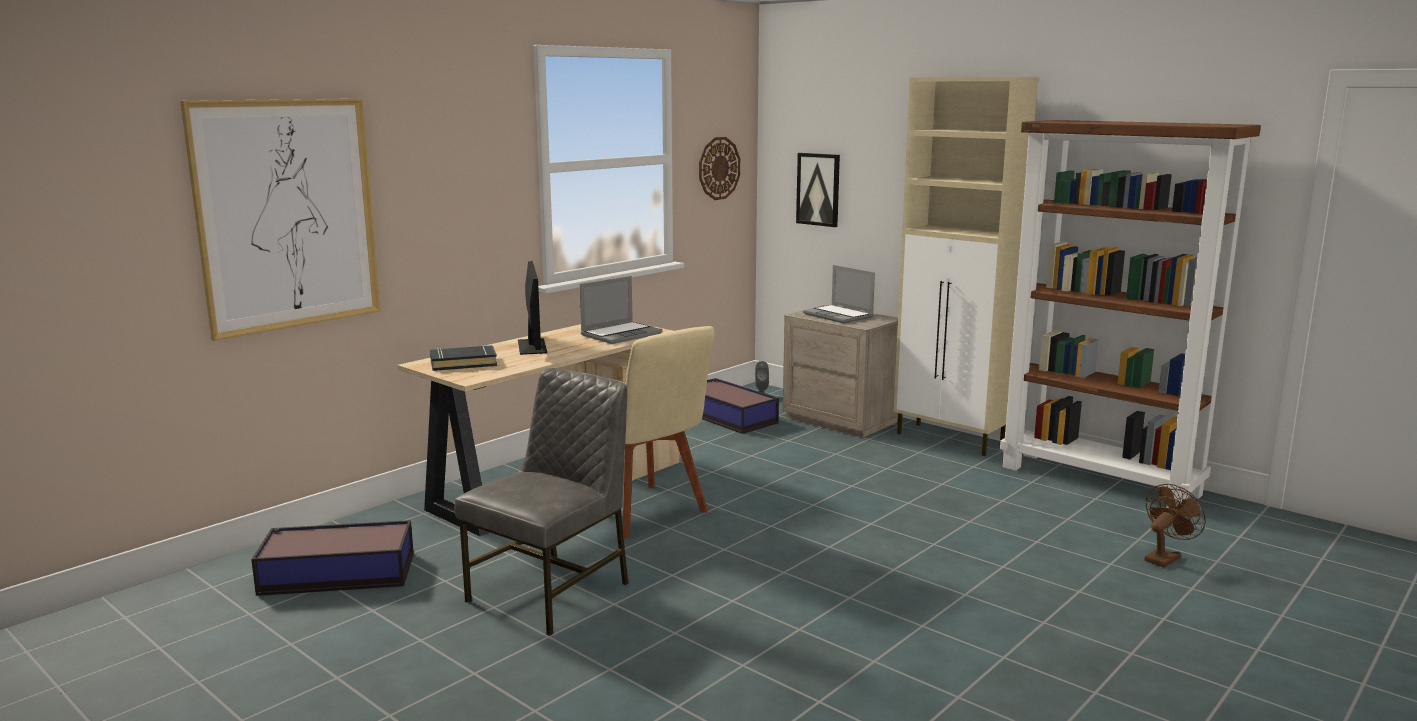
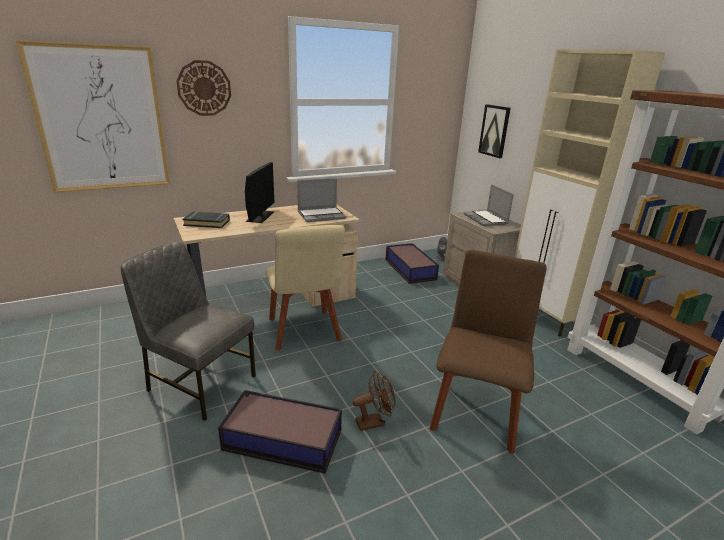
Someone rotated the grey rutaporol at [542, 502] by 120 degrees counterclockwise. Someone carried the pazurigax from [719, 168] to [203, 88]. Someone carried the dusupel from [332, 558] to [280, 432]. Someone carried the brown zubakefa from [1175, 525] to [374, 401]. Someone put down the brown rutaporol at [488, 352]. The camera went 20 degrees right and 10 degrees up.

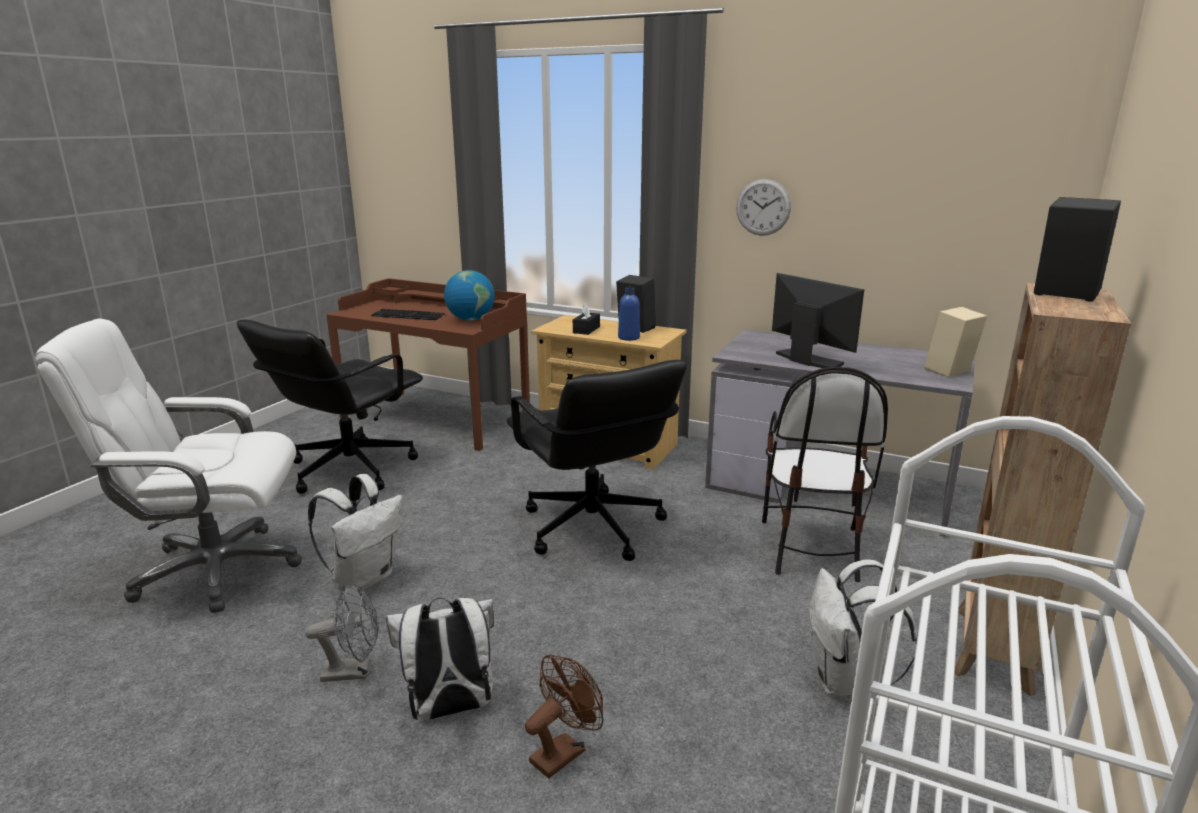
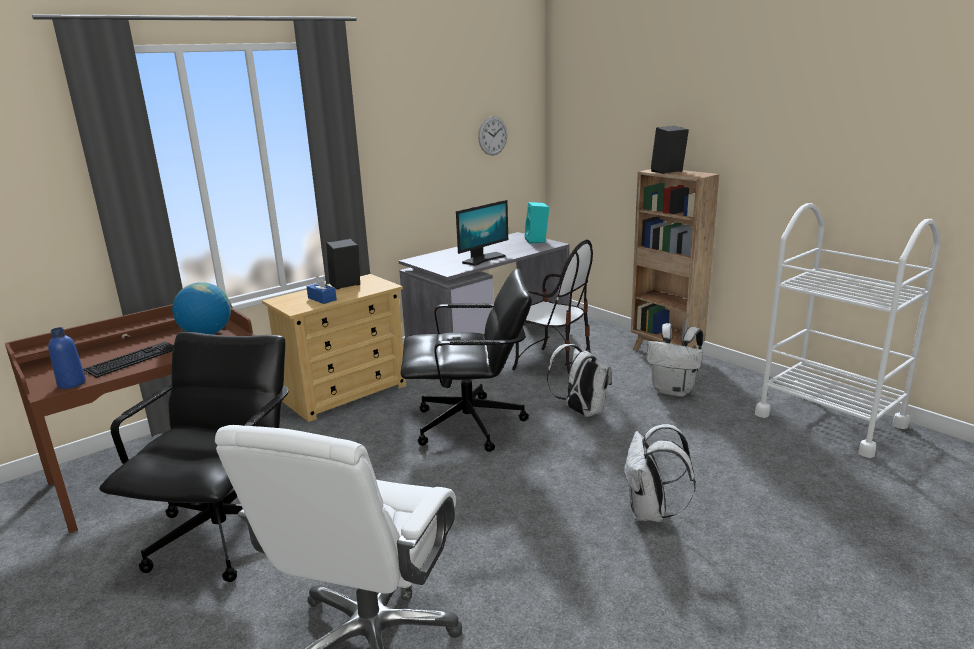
Someone carried the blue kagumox from [629, 314] to [67, 358]. Someone rotated the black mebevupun at [330, 406] by 135 degrees counterclockwise. Someone repainted the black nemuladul at [586, 319], which became the blue nemuladul at [321, 290]. Someone rotated the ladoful at [818, 320] by 150 degrees clockwise. Someone carried the pazurigax from [763, 207] to [492, 135]. Someone repainted the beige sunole at [955, 342], which became the turquoise sunole at [536, 223]. Someone carried the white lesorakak from [355, 533] to [579, 380]. Someone took away the grey zubakefa at [342, 633]. Someone took away the brown zubakefa at [564, 716]. The camera went 65 degrees left and 0 degrees up.

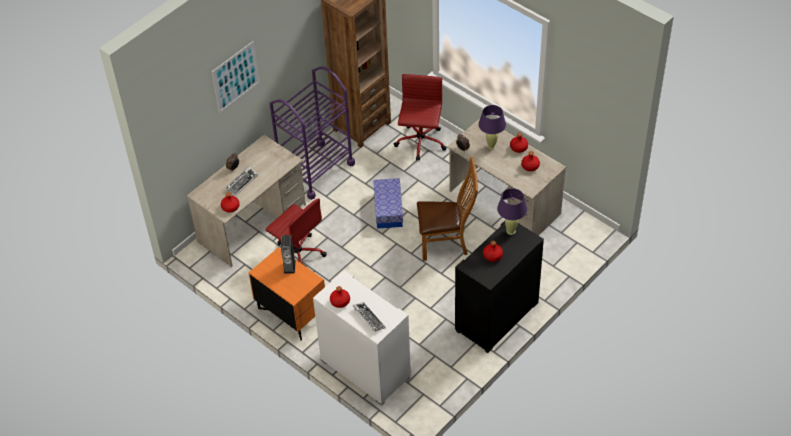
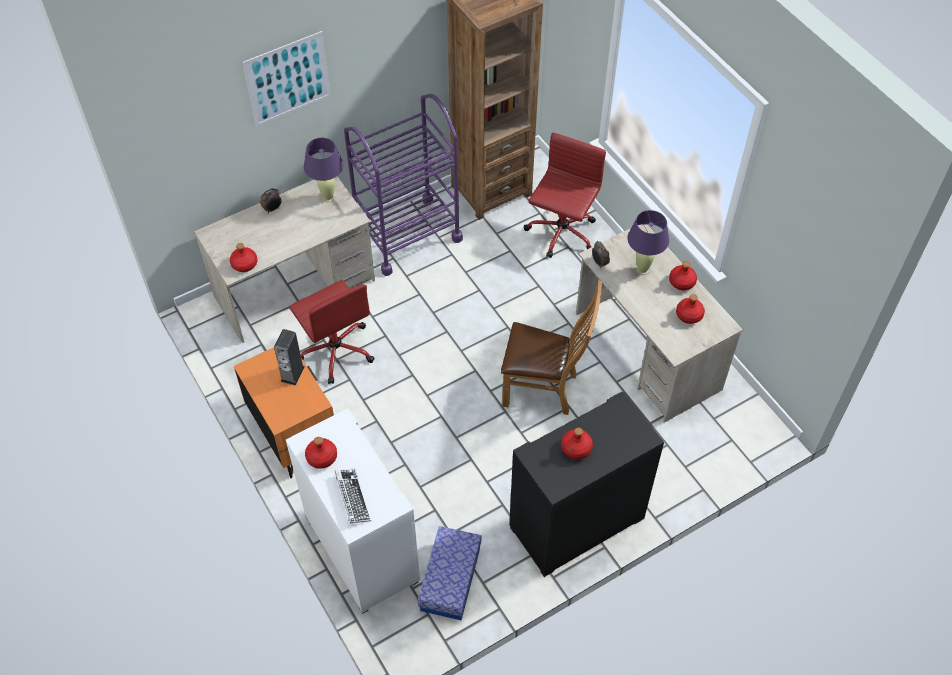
Someone carried the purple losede from [512, 211] to [324, 170]. Someone carried the dusupel from [388, 203] to [449, 573]. Someone took away the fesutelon at [242, 181]. The camera went 15 degrees right and 5 degrees up.

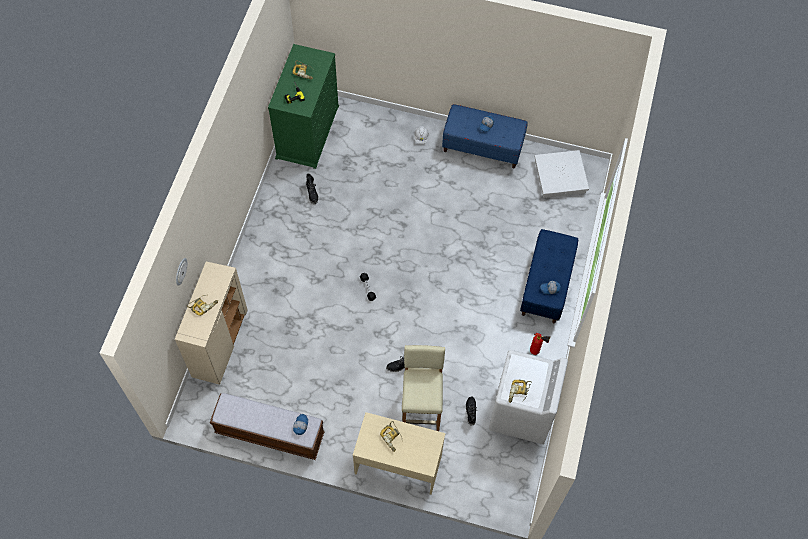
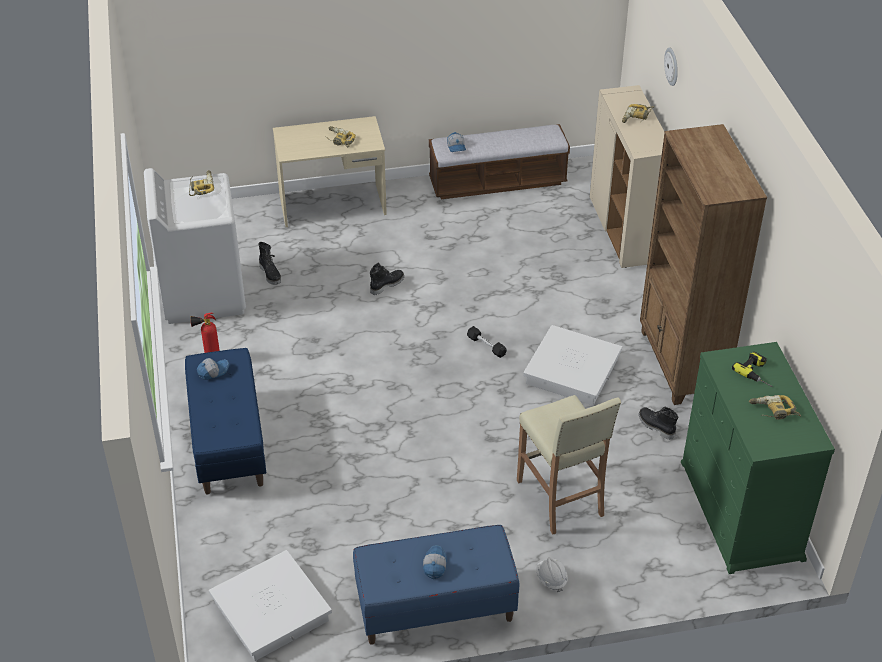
Someone carried the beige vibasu from [423, 388] to [569, 465]. Someone put down the white dusupel at [572, 365]. Someone put down the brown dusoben at [703, 264]. The camera went 155 degrees right and 20 degrees down.

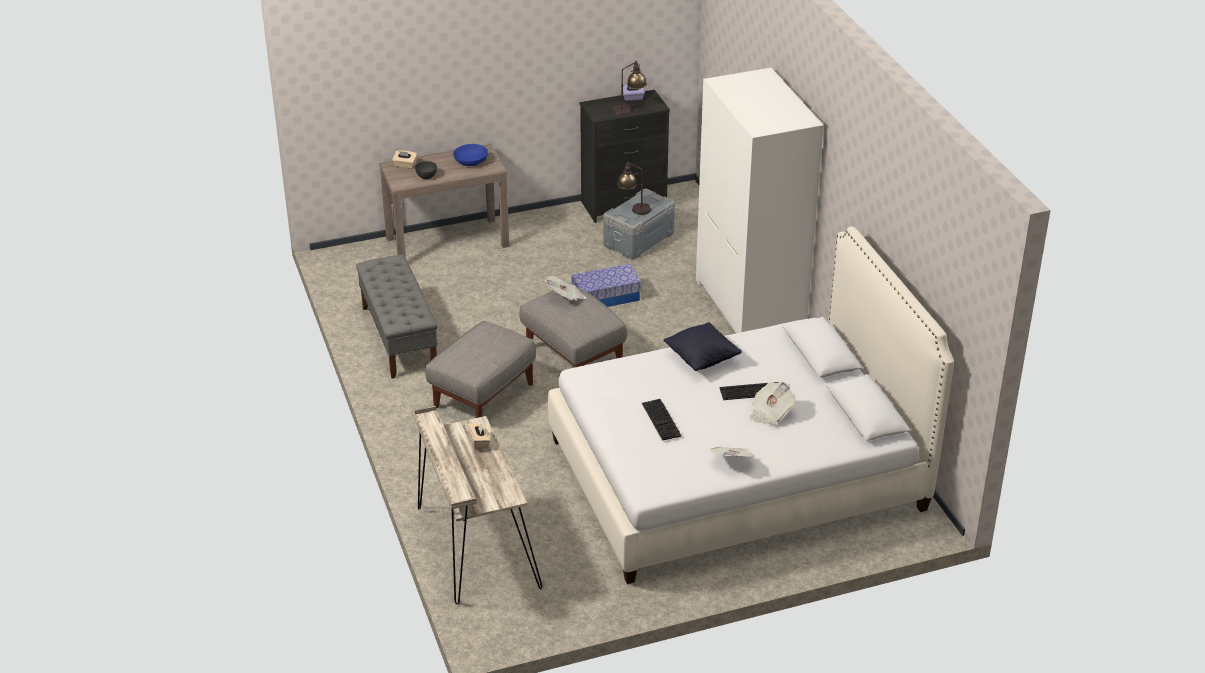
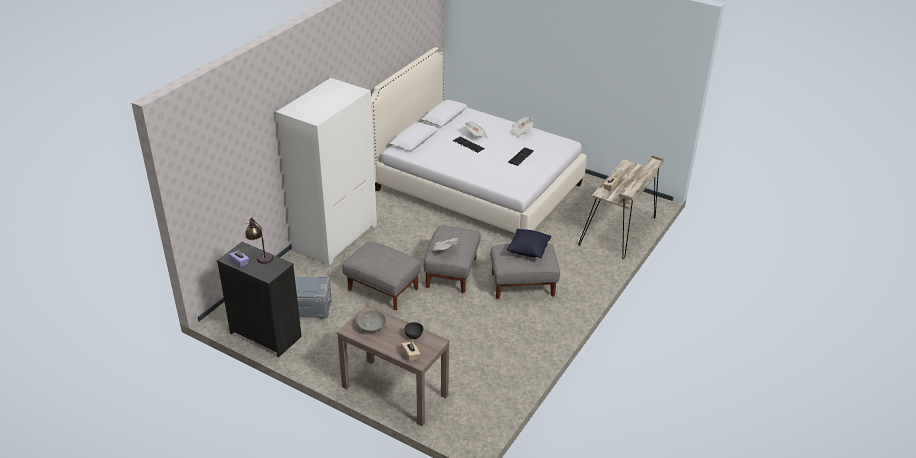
Someone swapped the dusupel at [607, 285] for the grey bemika at [381, 275]. Someone repainted the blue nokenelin at [470, 155], which became the grey nokenelin at [371, 321]. Someone carried the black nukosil from [702, 346] to [529, 243]. Someone took away the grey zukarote at [396, 317]. Someone took away the losede at [634, 188]. The camera went 130 degrees left and 0 degrees up.

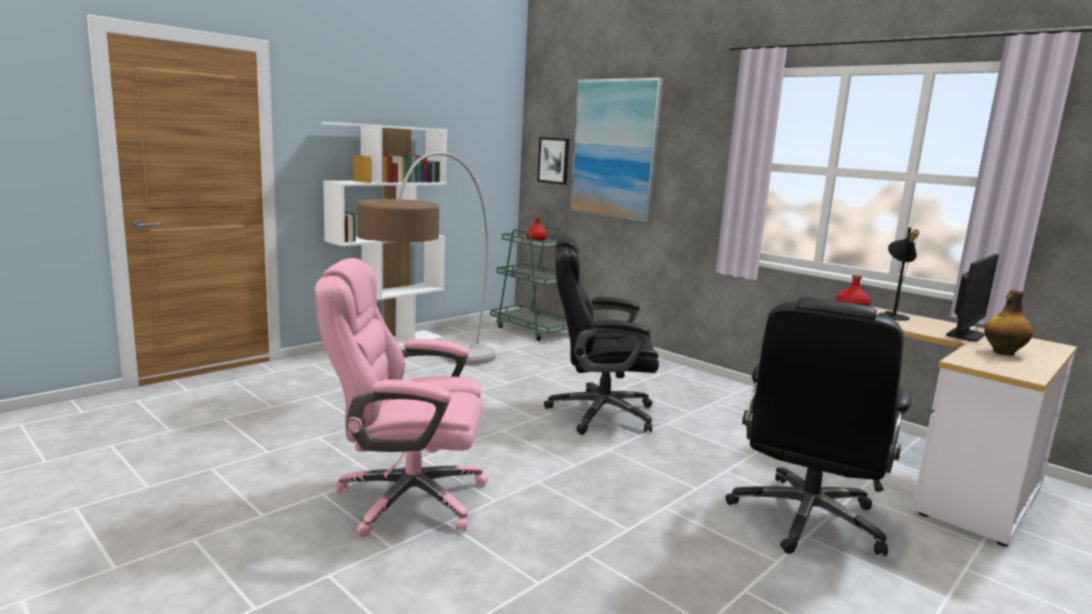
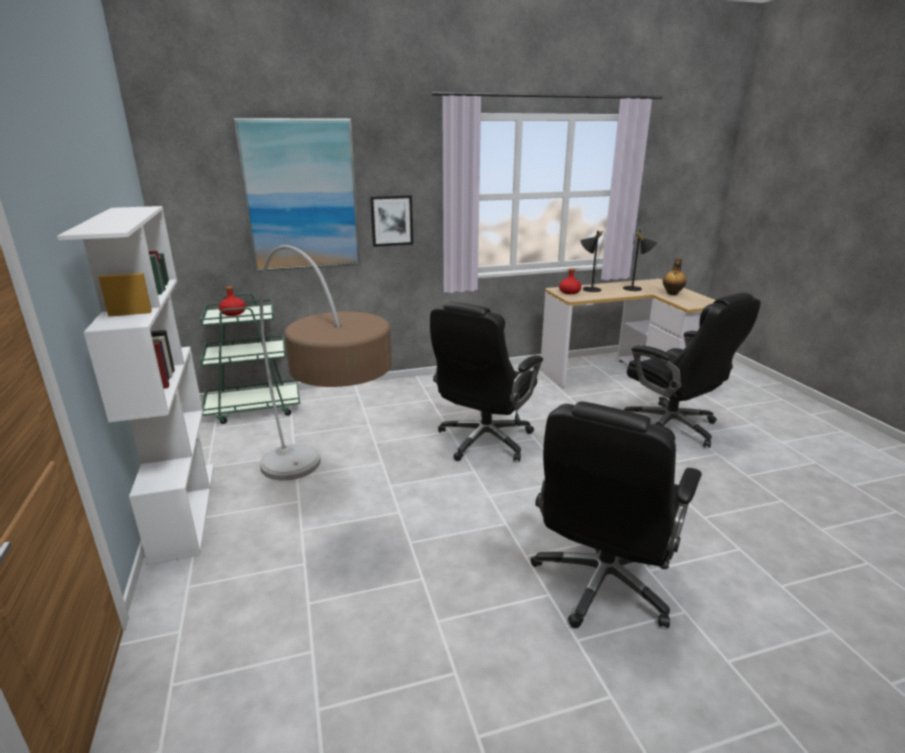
Someone carried the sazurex from [553, 161] to [391, 221]. Someone repainted the pink mebevupun at [402, 398], which became the black mebevupun at [616, 515]. Someone swapped the ladoful at [972, 298] for the black losede at [640, 260]. The camera went 60 degrees left and 10 degrees up.

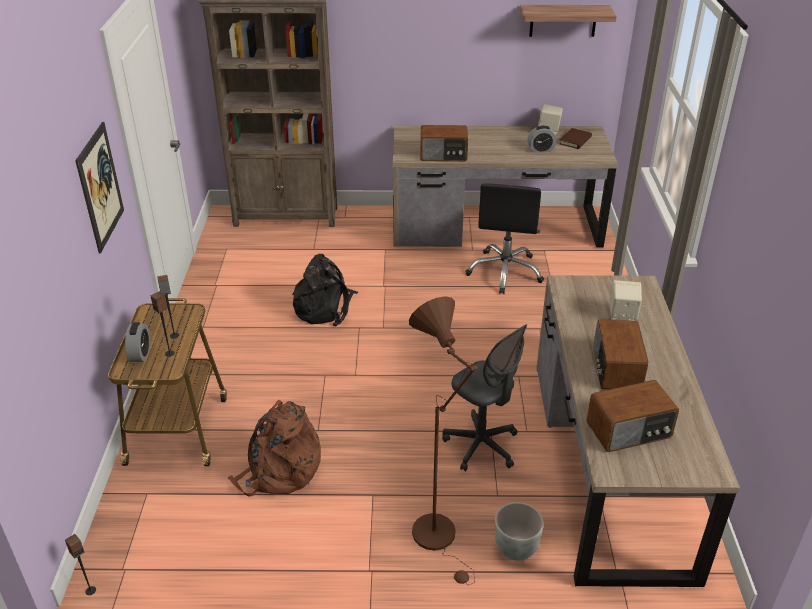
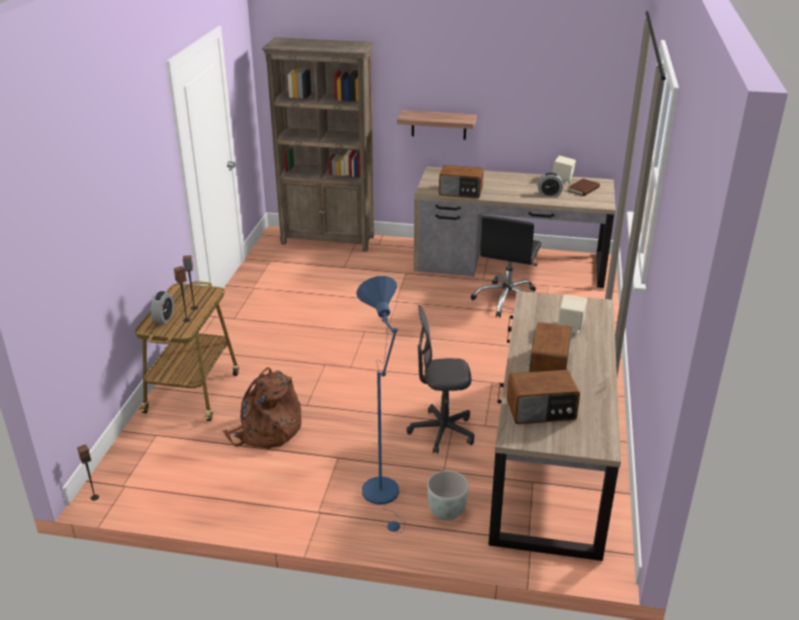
Someone repainted the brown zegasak at [443, 440], which became the blue zegasak at [381, 404]. Someone carried the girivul from [568, 21] to [437, 125]. Someone rotated the grey mebevupun at [484, 398] by 120 degrees clockwise. Someone took away the sazurex at [99, 187]. Someone took away the black lesorakak at [325, 290]. The camera went 10 degrees right and 5 degrees down.

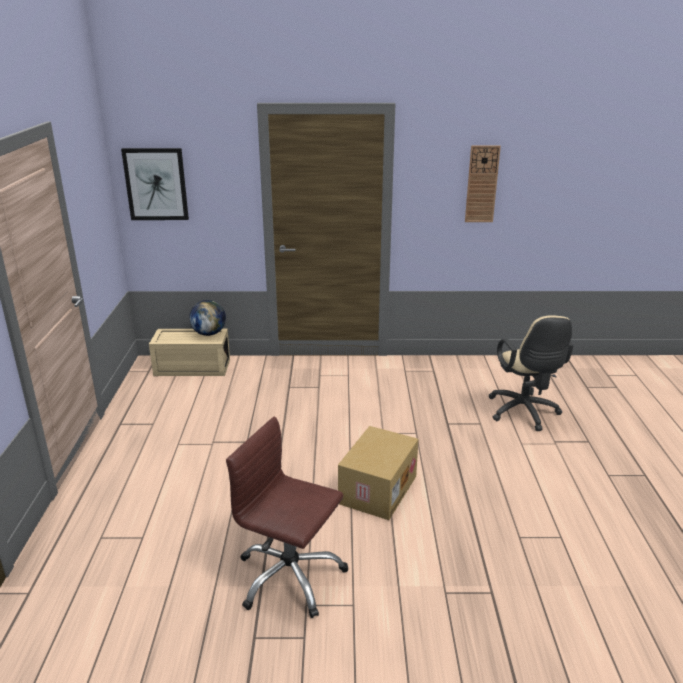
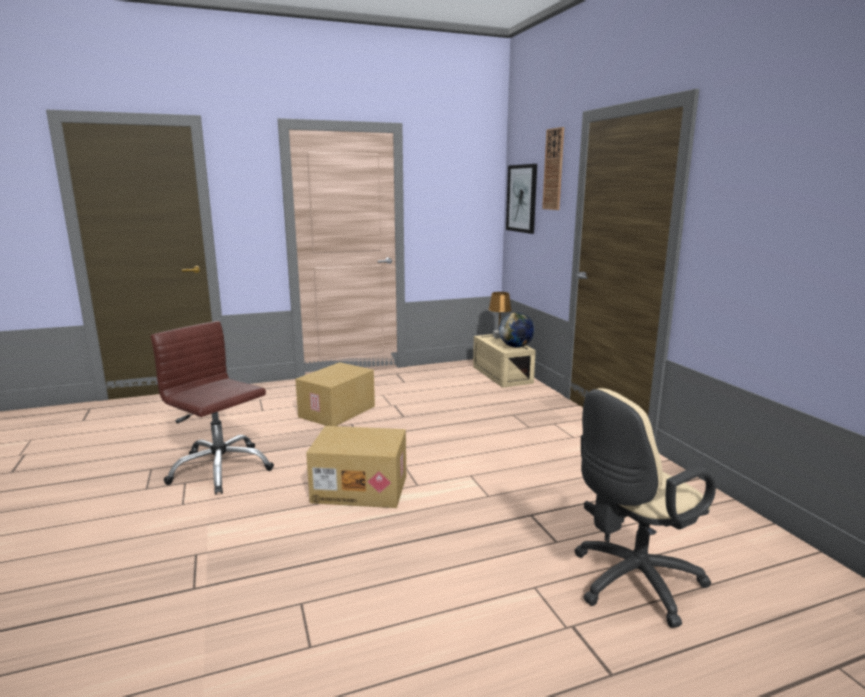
Someone rotated the brown mebevupun at [287, 517] by 60 degrees counterclockwise. Someone put down the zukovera at [335, 394]. Someone put down the brown losede at [500, 315]. Someone carried the pazurigax from [483, 184] to [553, 168]. The camera went 70 degrees right and 10 degrees down.

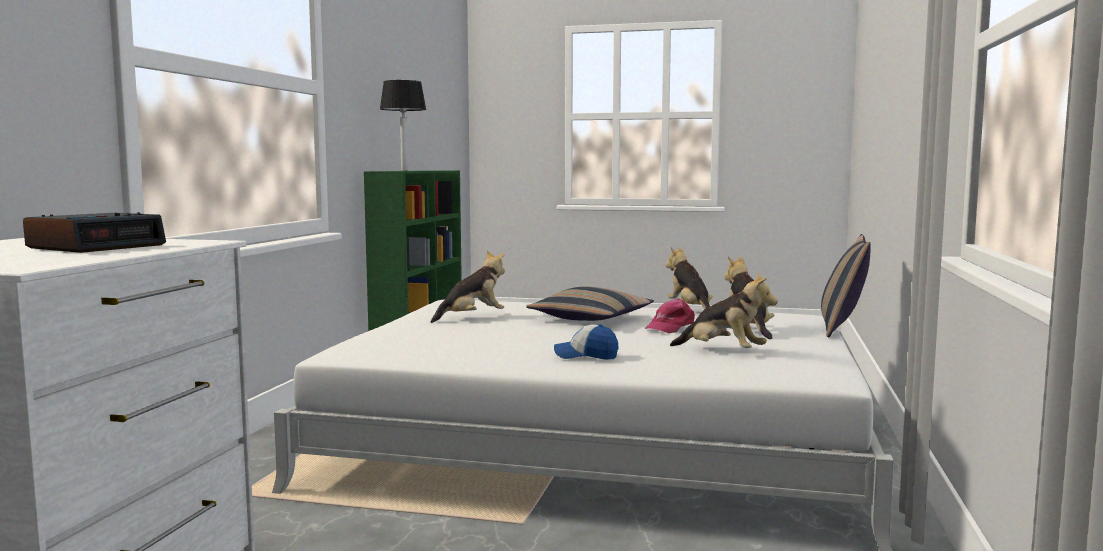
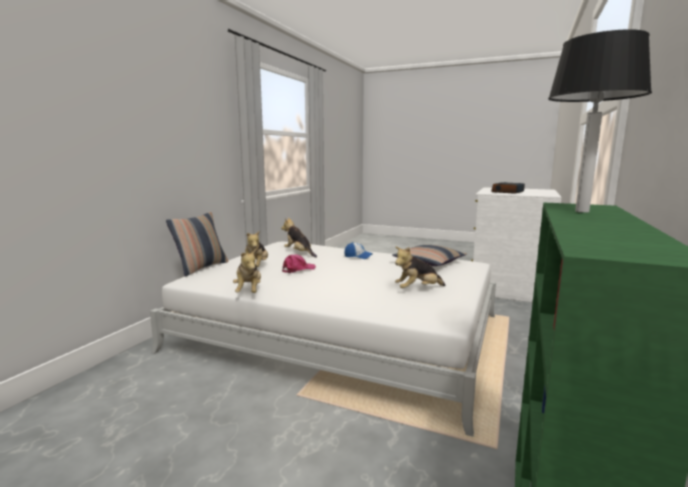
Someone carried the nukosil from [590, 303] to [429, 255]. The camera went 170 degrees left and 5 degrees up.

